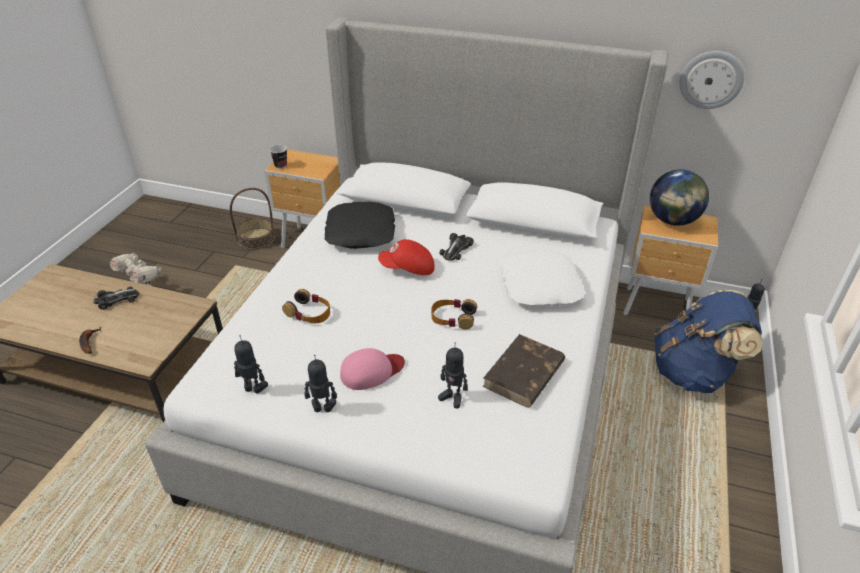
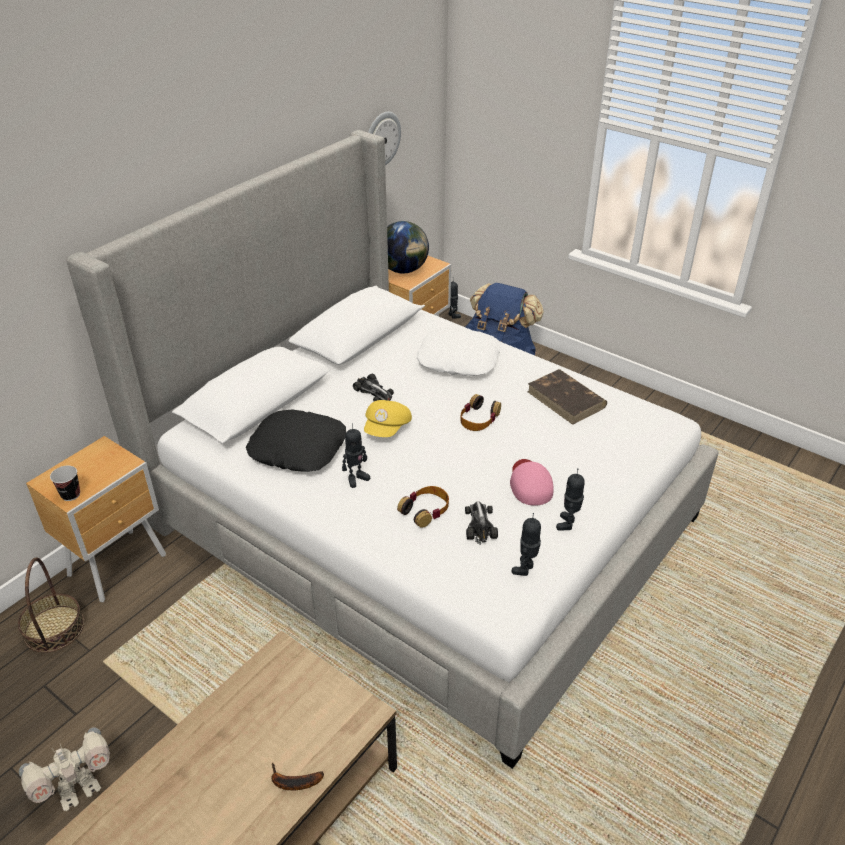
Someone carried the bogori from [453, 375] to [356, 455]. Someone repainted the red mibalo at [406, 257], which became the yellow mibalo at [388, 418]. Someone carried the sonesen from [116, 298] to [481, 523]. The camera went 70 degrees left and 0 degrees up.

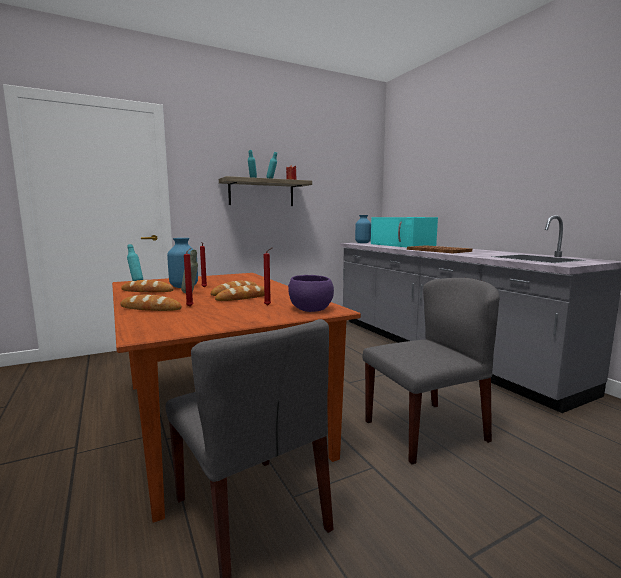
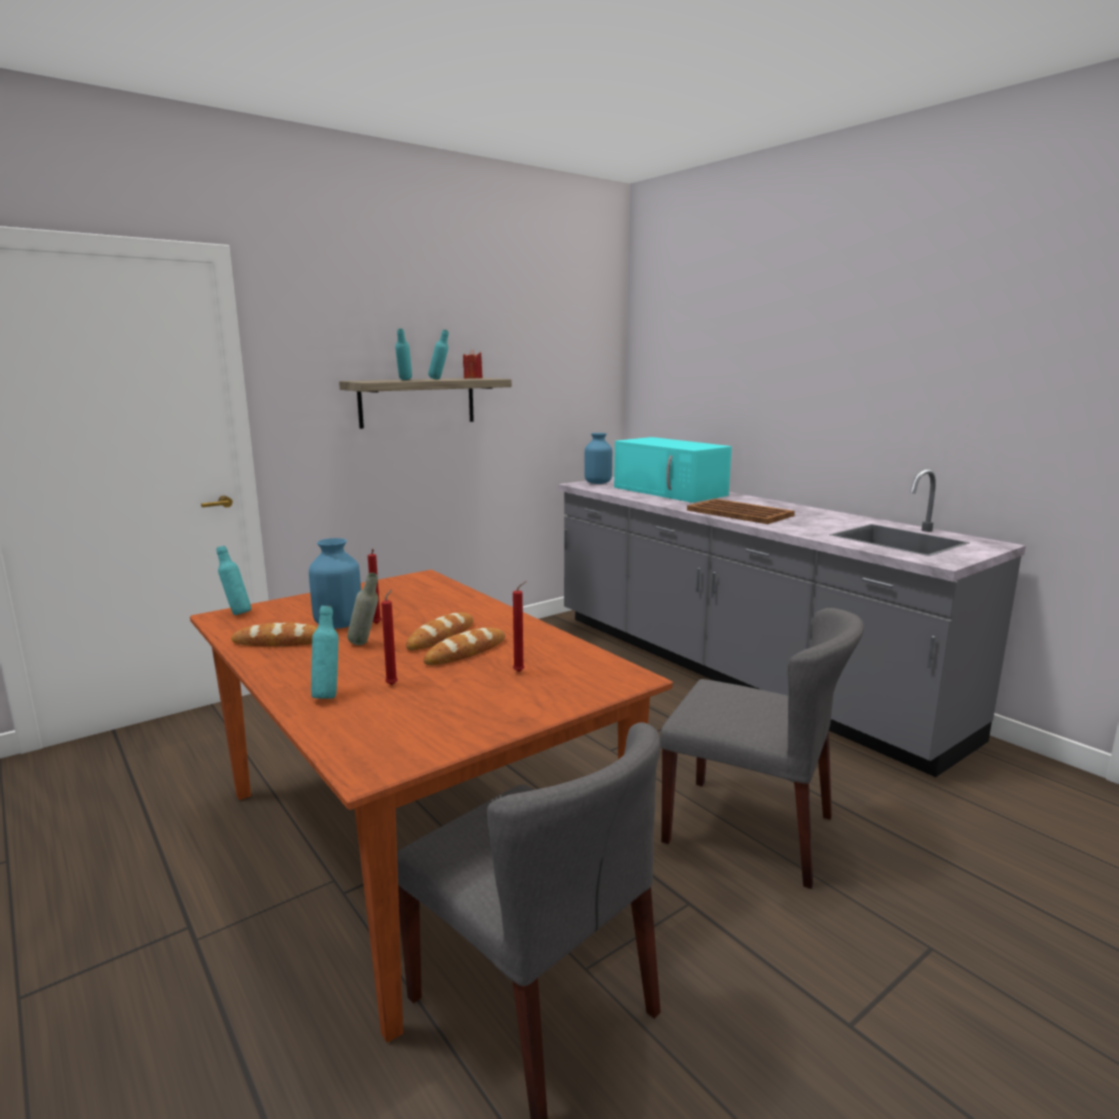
Someone swapped the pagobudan at [151, 302] for the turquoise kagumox at [325, 652]. Someone rotated the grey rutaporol at [431, 371] by 60 degrees clockwise. Someone took away the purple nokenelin at [311, 293]. The camera went 10 degrees left and 5 degrees up.

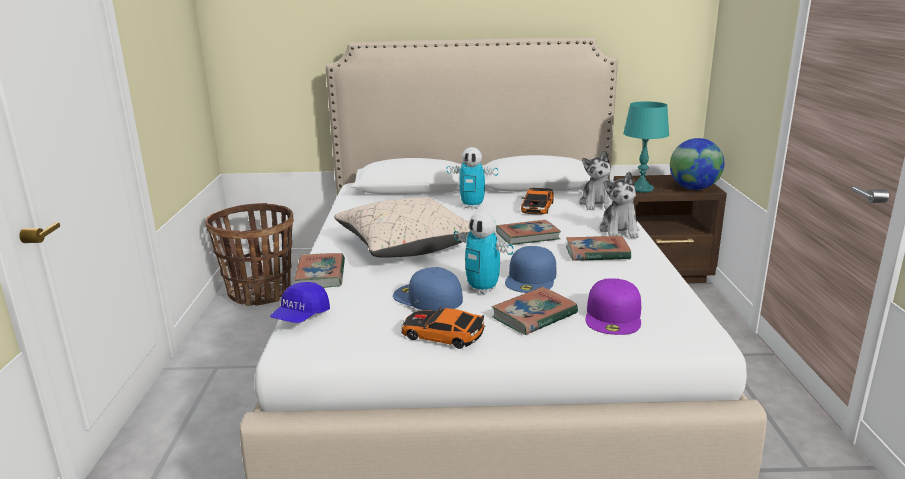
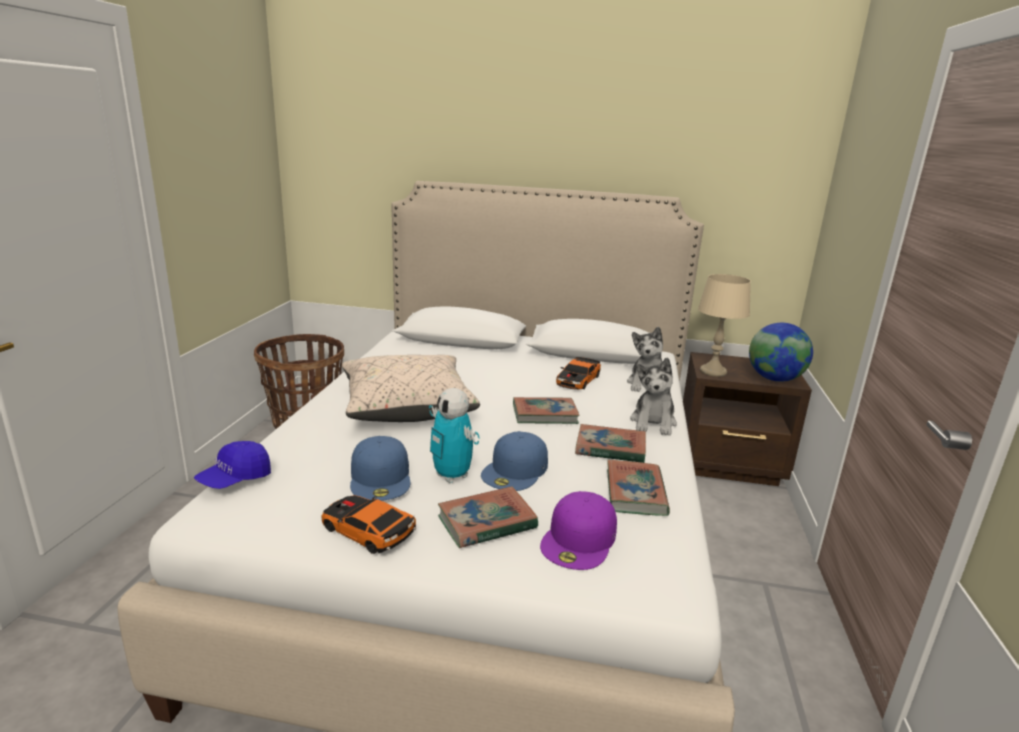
Someone rotated the blue mibalo at [428, 289] by 150 degrees counterclockwise. Someone carried the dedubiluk from [319, 270] to [638, 488]. Someone repainted the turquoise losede at [646, 147], which became the beige losede at [724, 325]. Someone took away the bogori at [472, 178]. The camera went 10 degrees right and 0 degrees up.

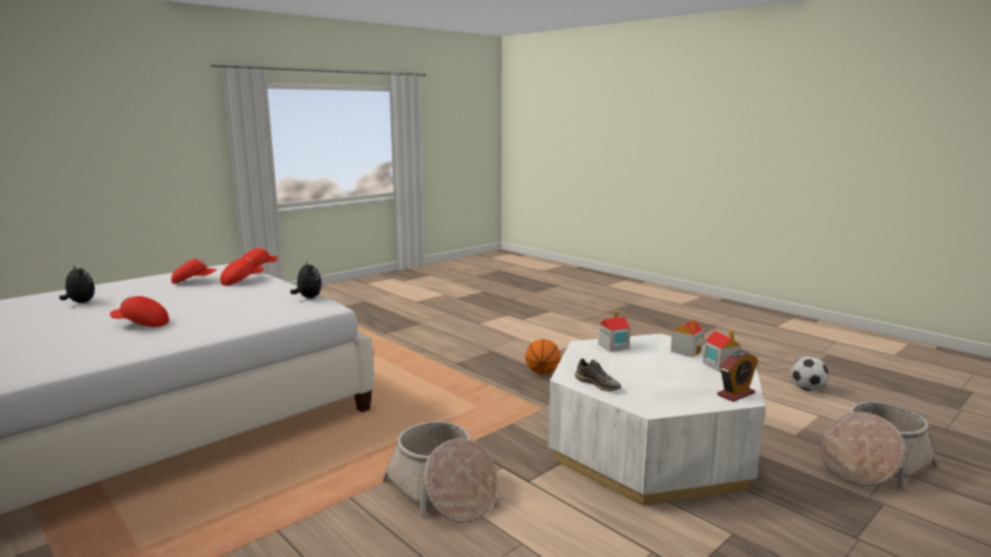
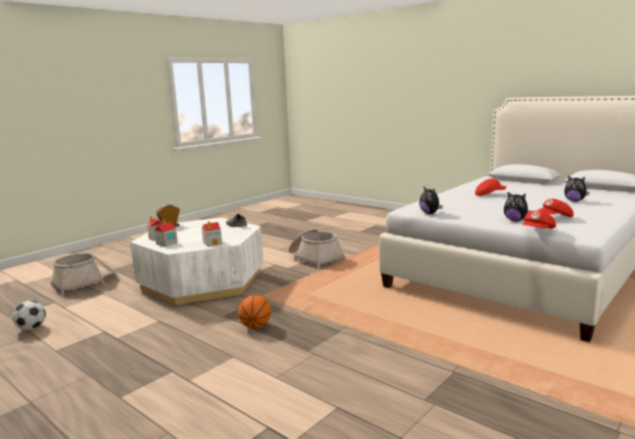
Someone swapped the red mibalo at [242, 272] for the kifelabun at [517, 206]. The camera went 175 degrees right and 0 degrees up.

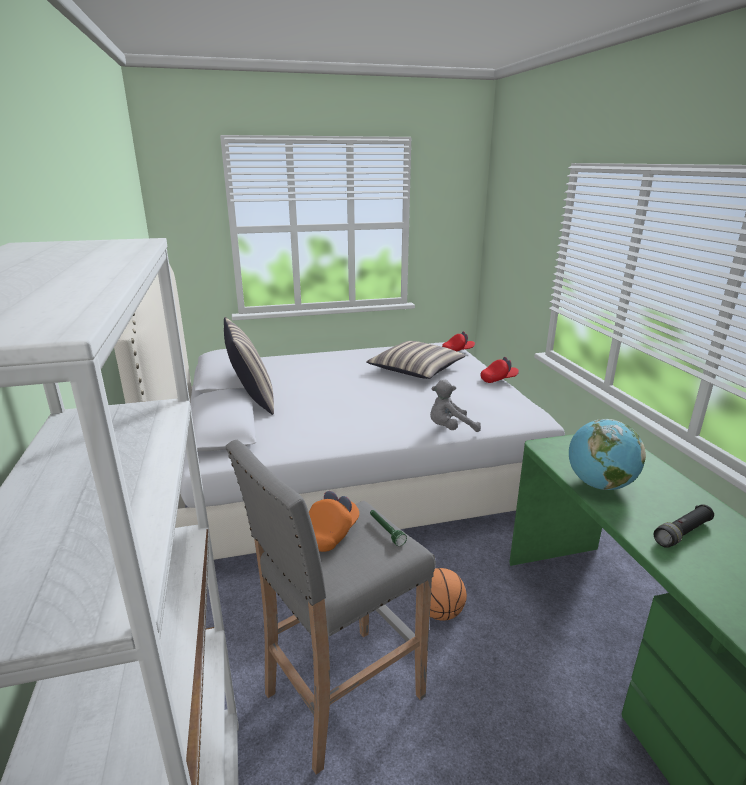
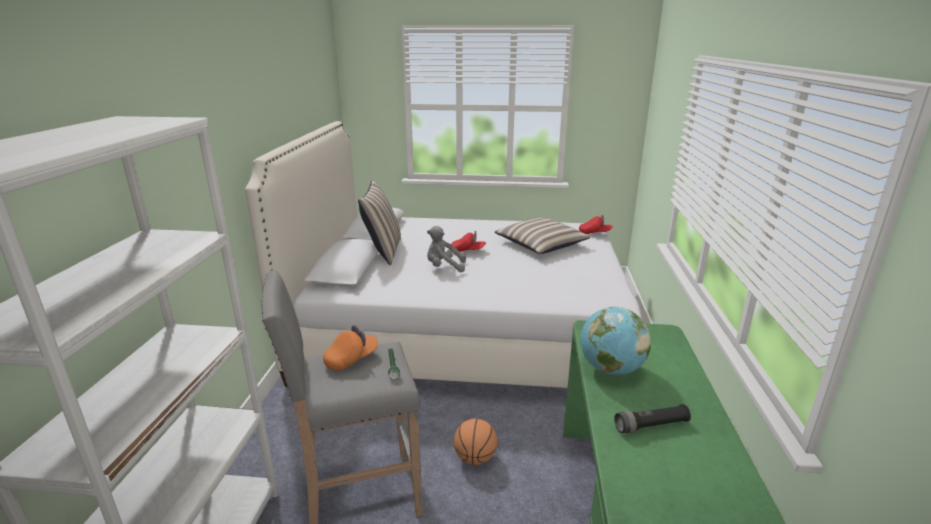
Someone carried the grey kifelabun from [455, 406] to [446, 249]. Someone carried the red mibalo from [499, 370] to [468, 241]. The camera went 20 degrees right and 0 degrees up.

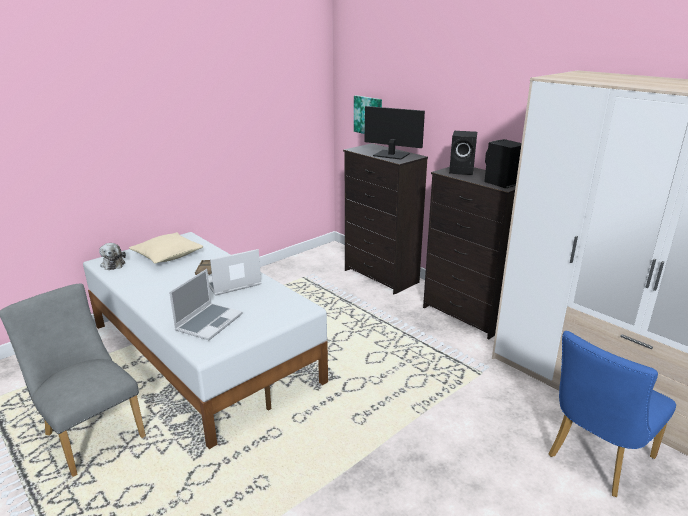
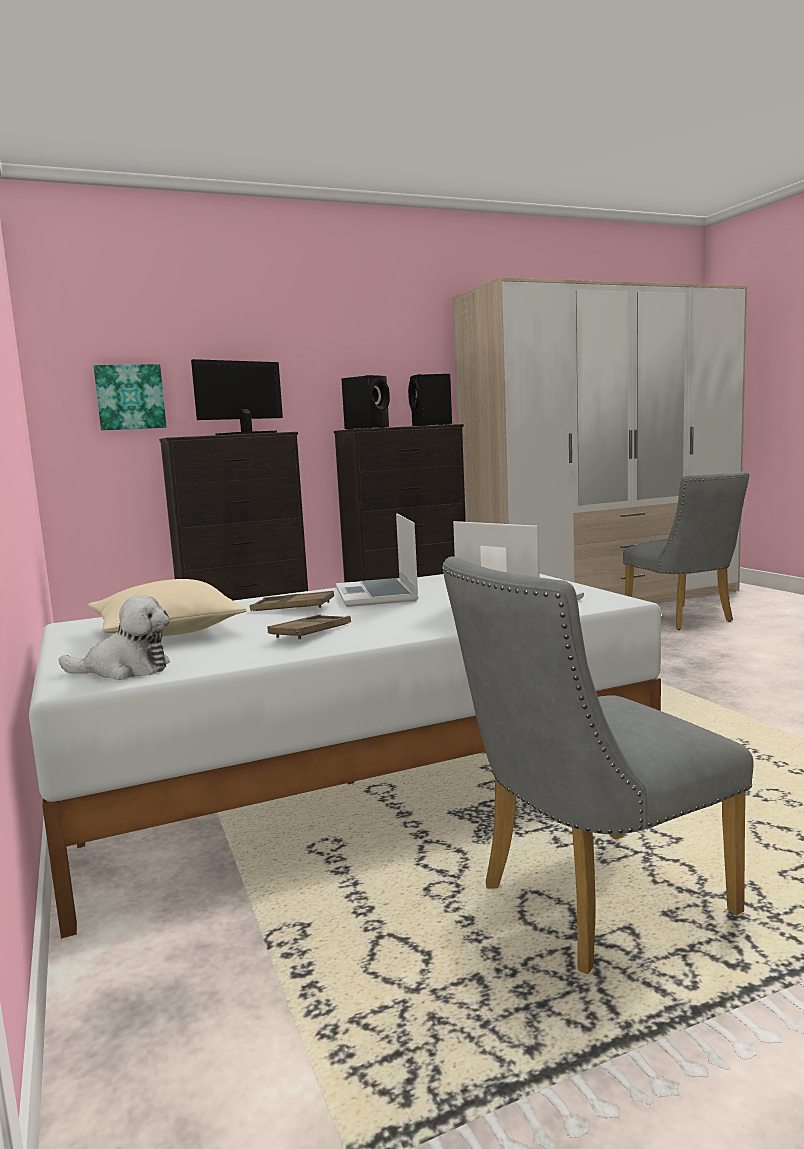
Someone put down the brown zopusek at [309, 627]. Someone repainted the blue rutaporol at [612, 414], which became the grey rutaporol at [686, 550]. The camera went 70 degrees left and 15 degrees down.

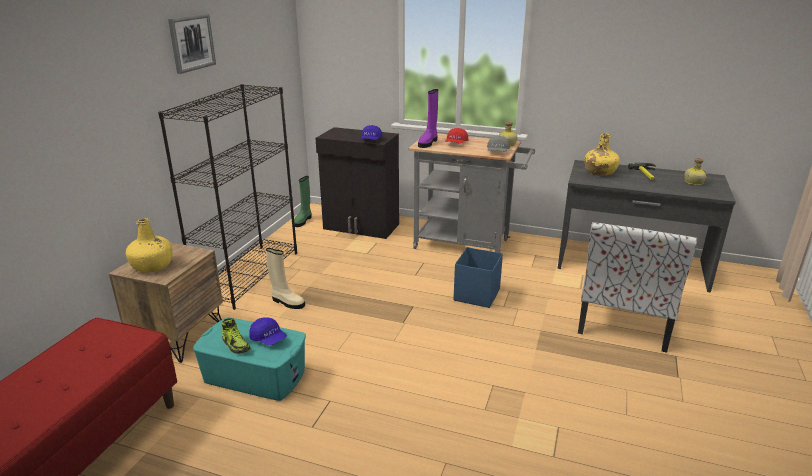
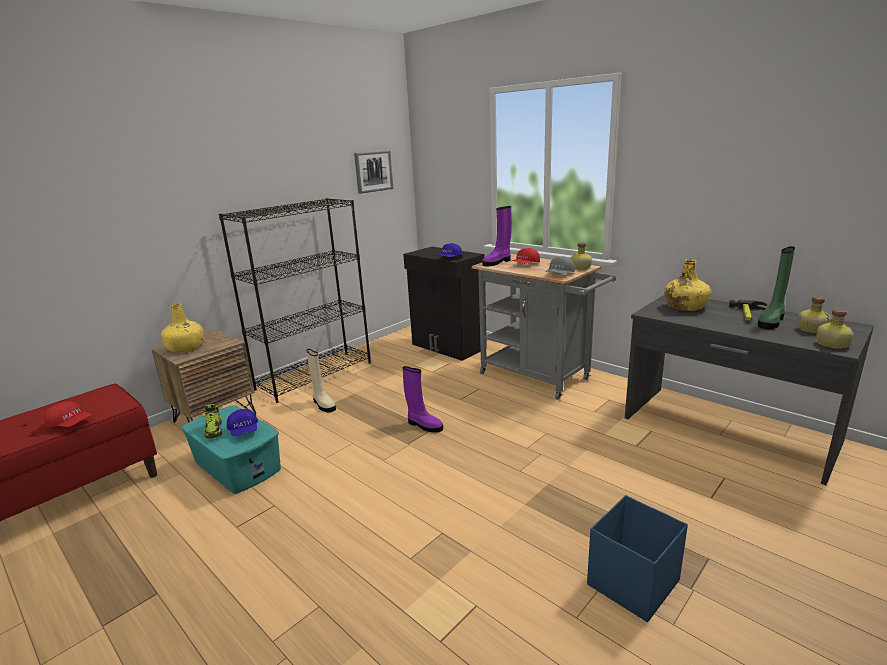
Someone put down the red mibalo at [68, 414]. Someone carried the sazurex from [192, 44] to [373, 172]. Someone put down the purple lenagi at [423, 399]. Someone carried the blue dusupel from [478, 277] to [637, 558]. Someone carried the green lenagi from [303, 201] to [776, 287]. Someone put down the kagumox at [834, 329]. Someone took away the rutaporol at [637, 287]. The camera went 25 degrees right and 5 degrees down.

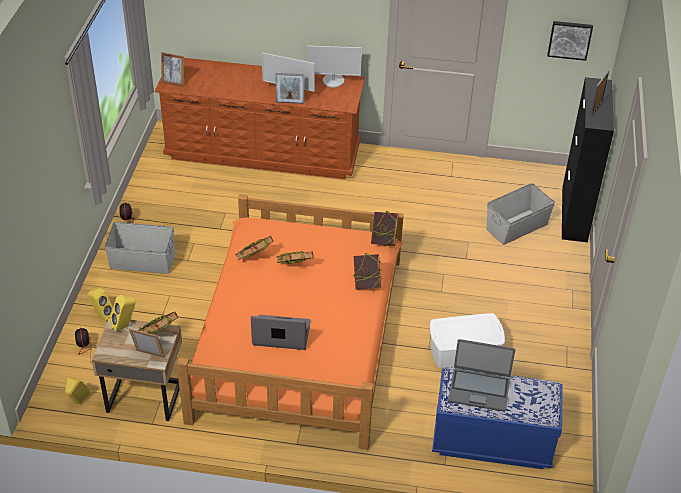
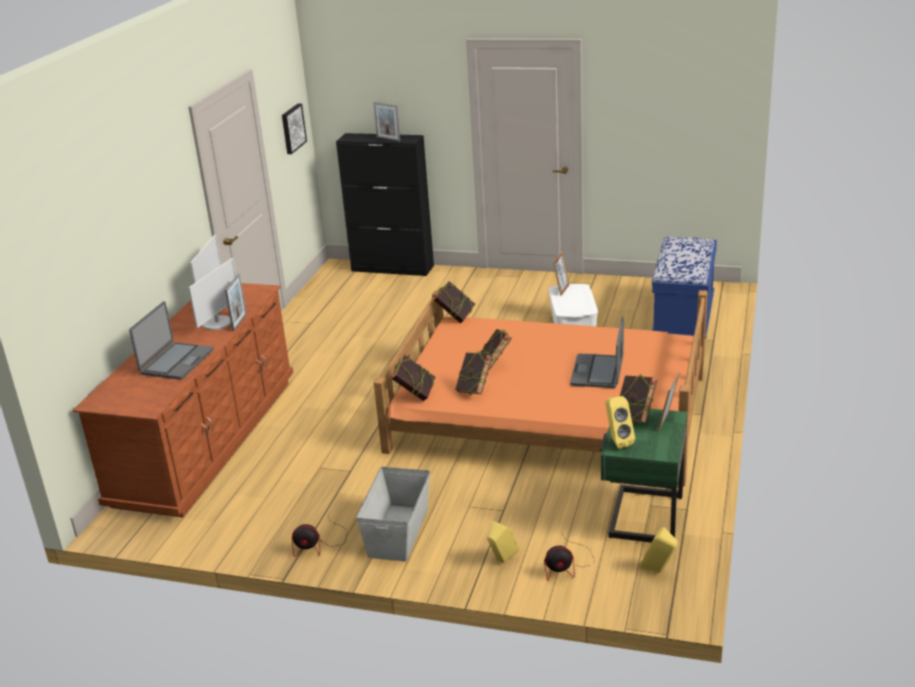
Someone carried the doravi from [481, 375] to [171, 340]. Someone carried the dedubiluk from [368, 271] to [413, 378]. Someone carried the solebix from [172, 69] to [561, 274]. Someone repainted the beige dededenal at [137, 369], which became the green dededenal at [643, 476]. Someone took away the grey dusupel at [521, 214]. The camera went 80 degrees left and 15 degrees down.

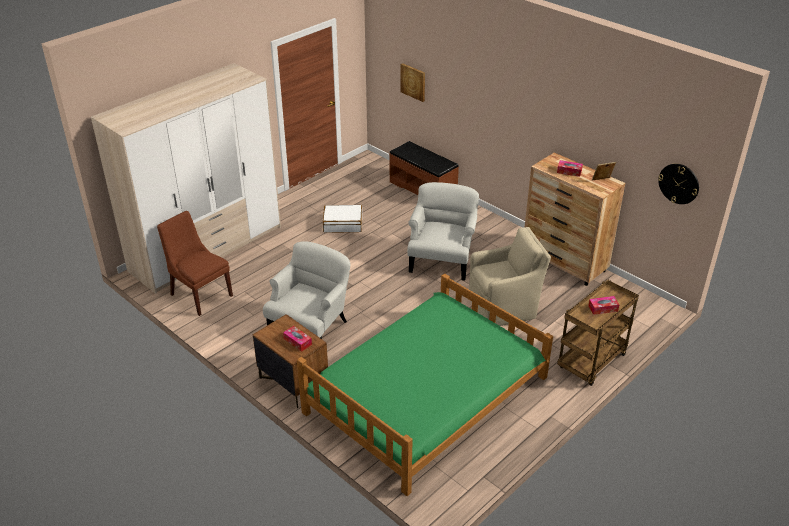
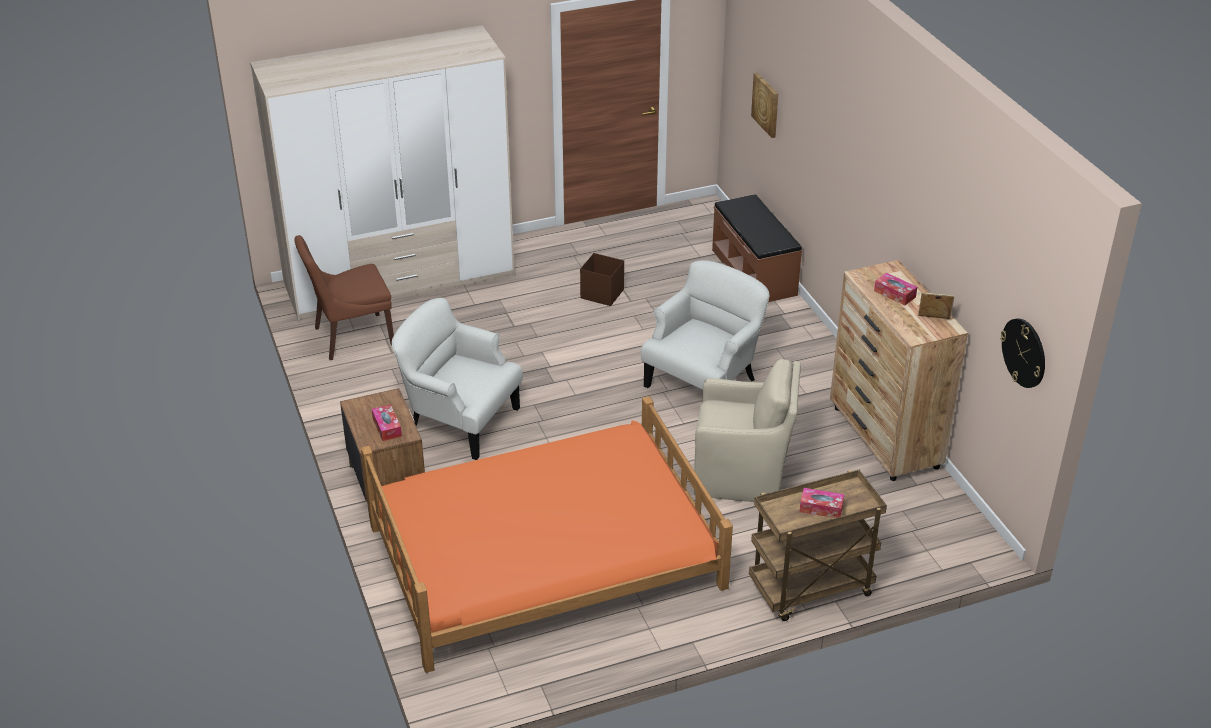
Someone rotated the brown rutaporol at [195, 263] by 90 degrees counterclockwise. Someone repainted the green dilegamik at [425, 385], which became the orange dilegamik at [547, 534]. Someone rotated the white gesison at [306, 290] by 120 degrees counterclockwise. Someone swapped the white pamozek at [342, 219] for the brown dusupel at [602, 279]. The camera went 25 degrees right and 0 degrees up.

